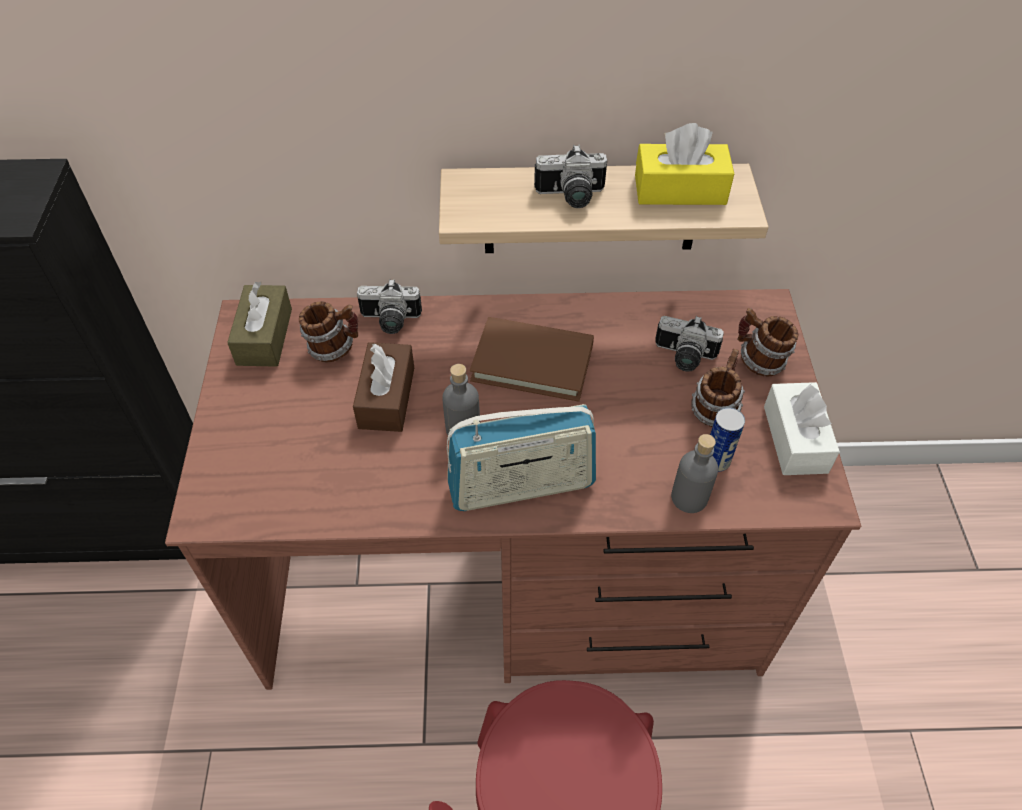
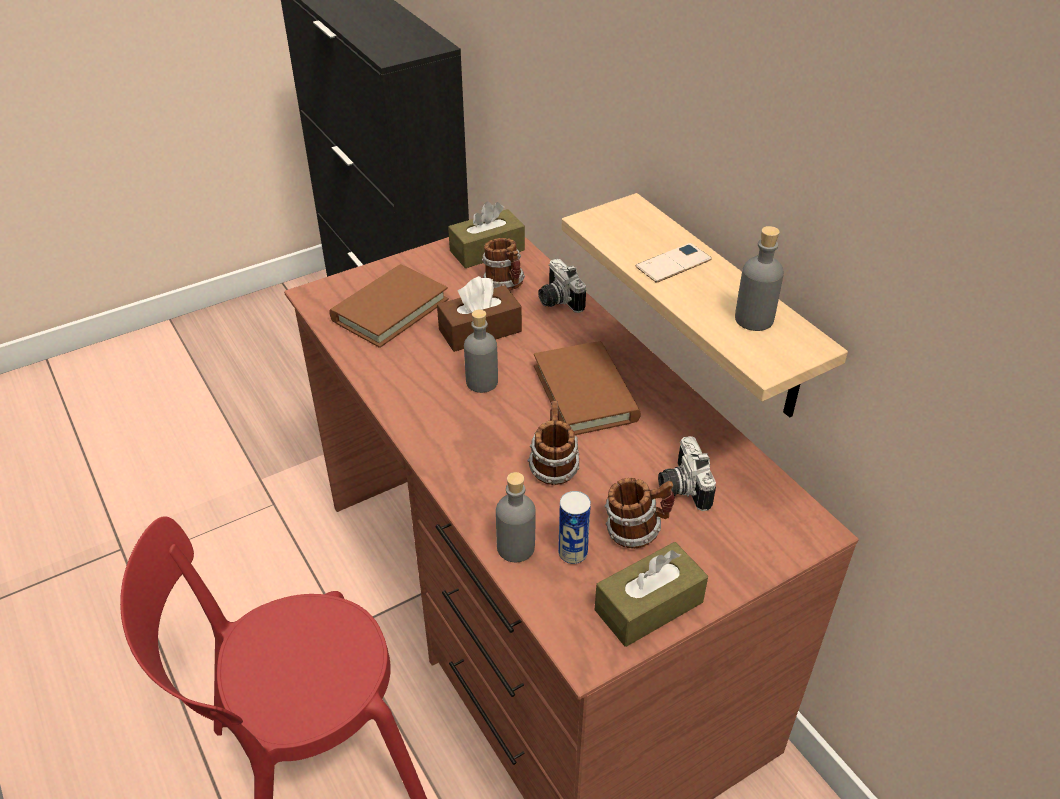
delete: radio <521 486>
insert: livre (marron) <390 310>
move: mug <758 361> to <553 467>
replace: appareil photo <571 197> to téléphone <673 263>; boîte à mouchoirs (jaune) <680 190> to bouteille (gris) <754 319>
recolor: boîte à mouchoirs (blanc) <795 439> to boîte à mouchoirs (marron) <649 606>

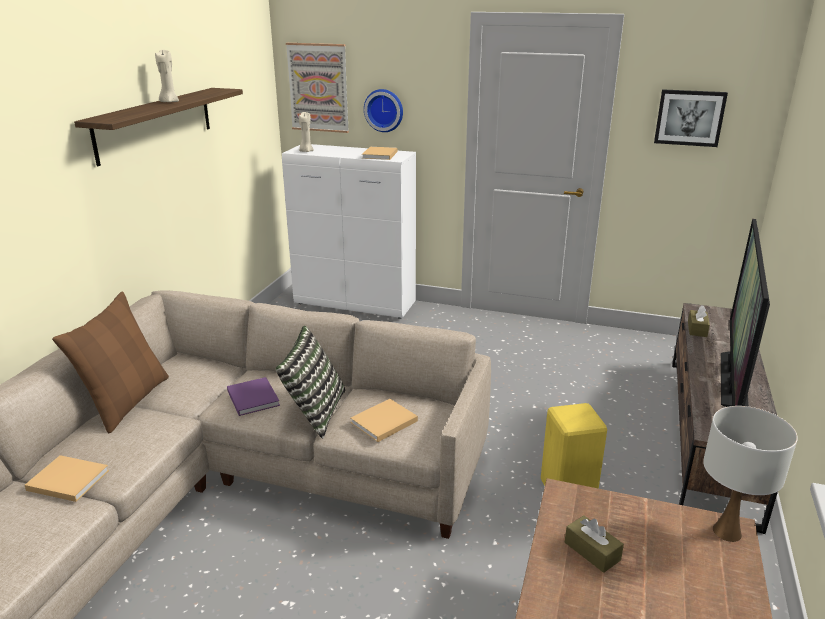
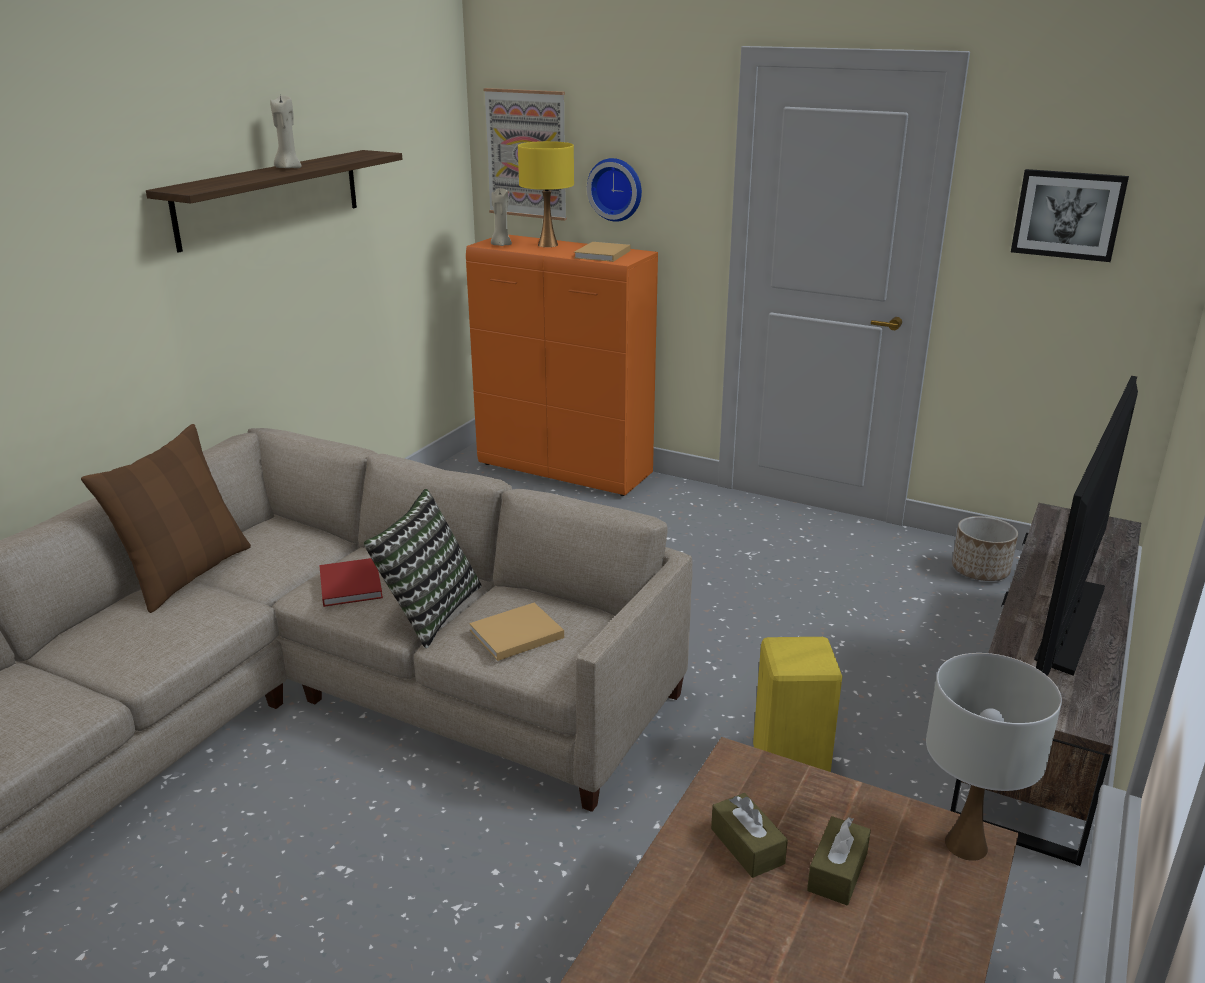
delete: livre (beige) <66 480>
insert: lampe de table (jaune) <547 245>; cache-pot <980 571>
move: boîte à mouchoirs (marron) <697 329> to <837 872>
recolor: livre (violet) <252 397> to livre (rouge) <350 583>; meuble de rangement (blanc) <356 304> to meuble de rangement (orange) <566 470>

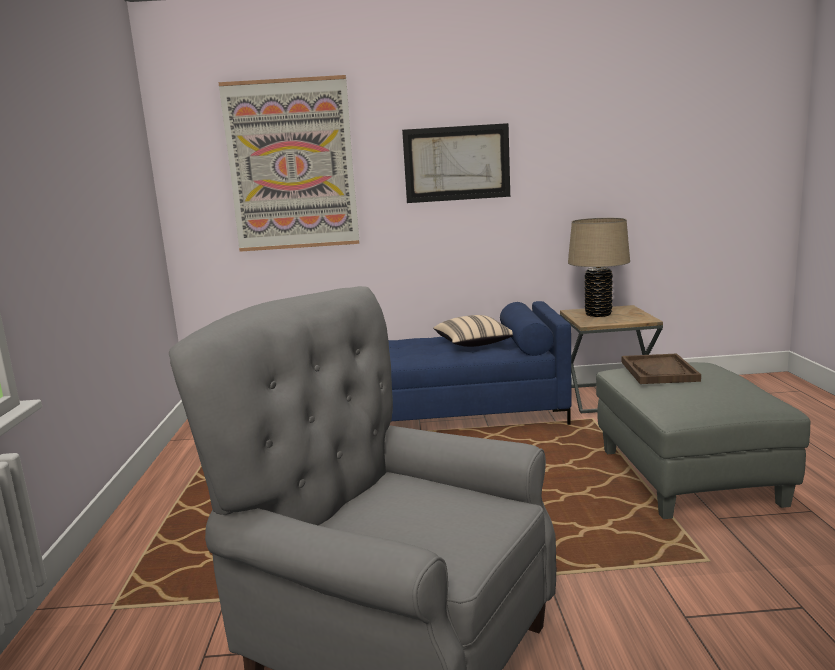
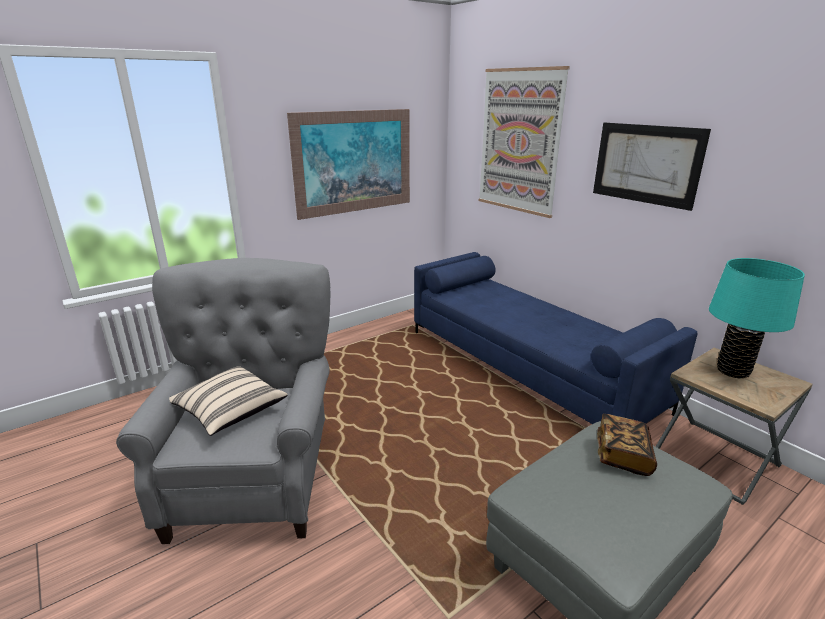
insert: tableau <354 162>
move: coussin (beige) <474 344> to <230 412>
replace: plateau (marron) <659 371> to livre <623 455>
recolor: lampe de table (beige) <598 314> to lampe de table (turquoise) <733 371>

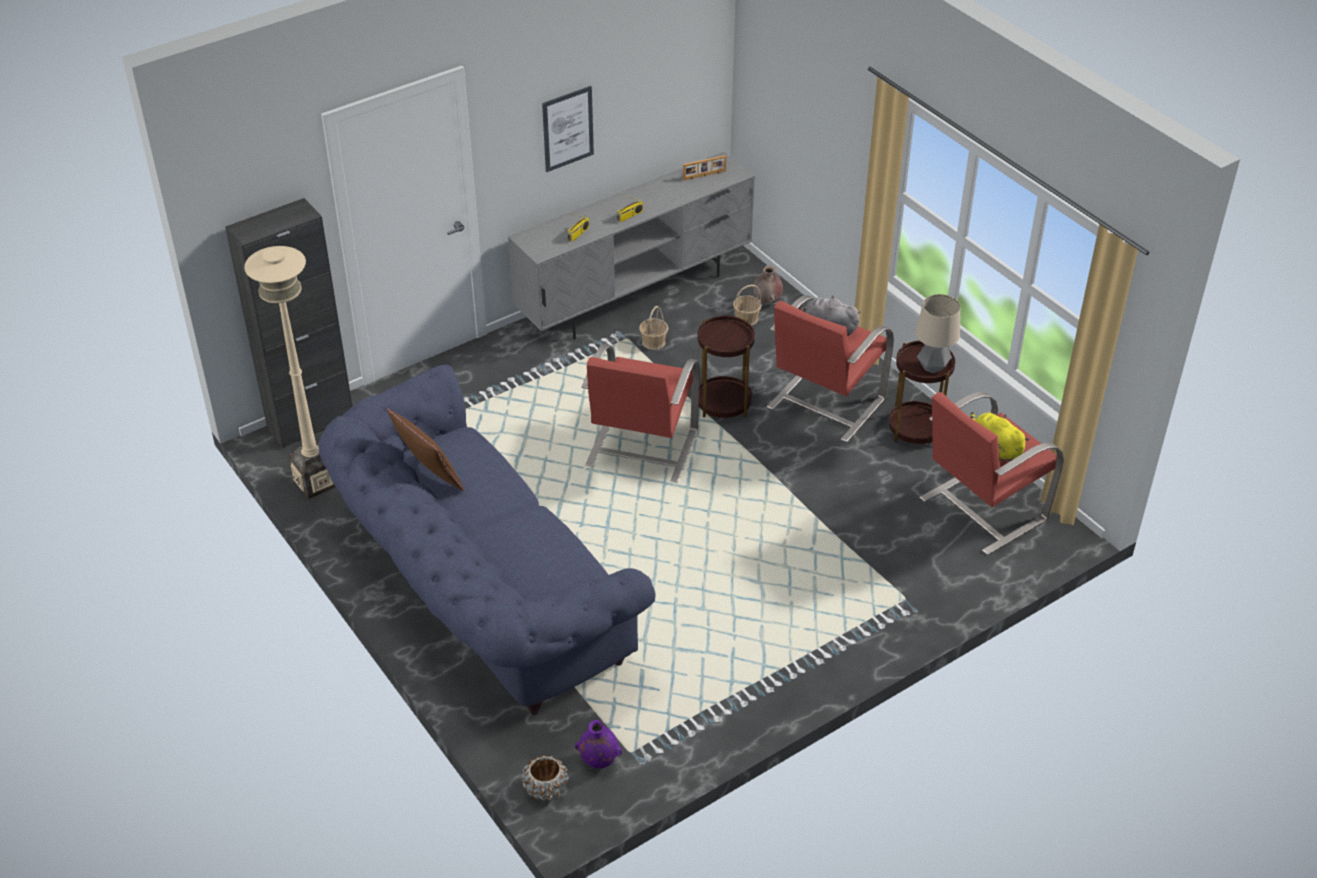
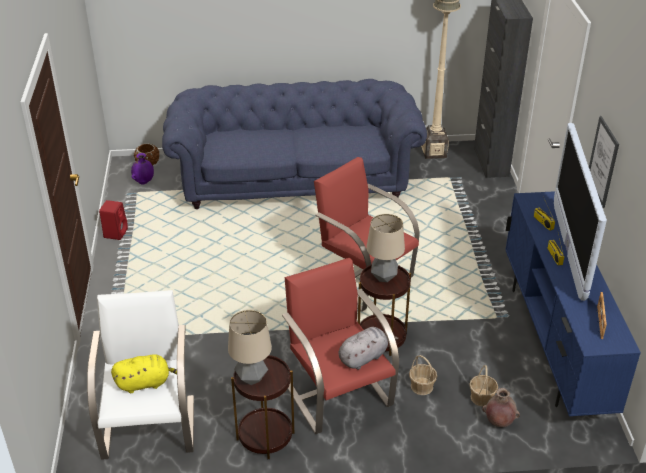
delete: coussin (marron) <429 478>
insert: enceinte (rouge) <116 232>; lampe de table <384 277>; téléviseur <568 250>
move: panier <653 342> to <422 386>
recolor: meuble télé (gris) <636 295> to meuble télé (bleu) <554 344>; fauteuil (rouge) <981 509> to fauteuil (blanc) <149 426>

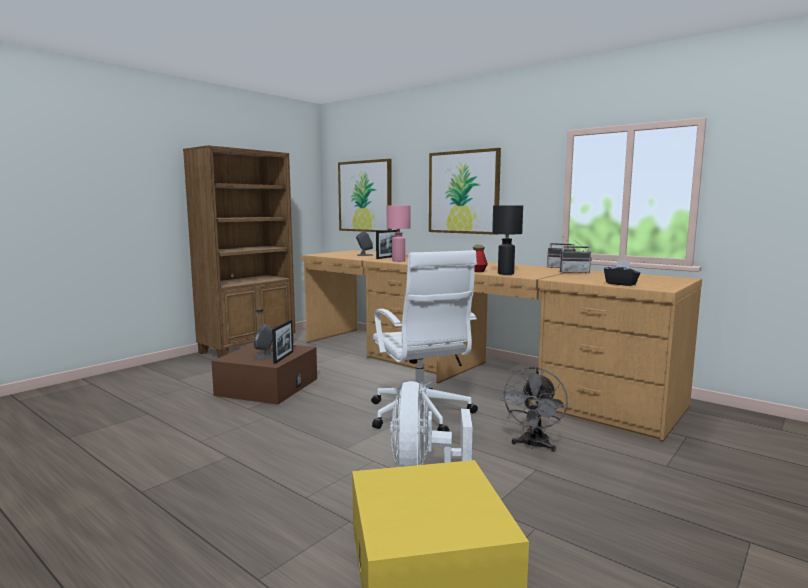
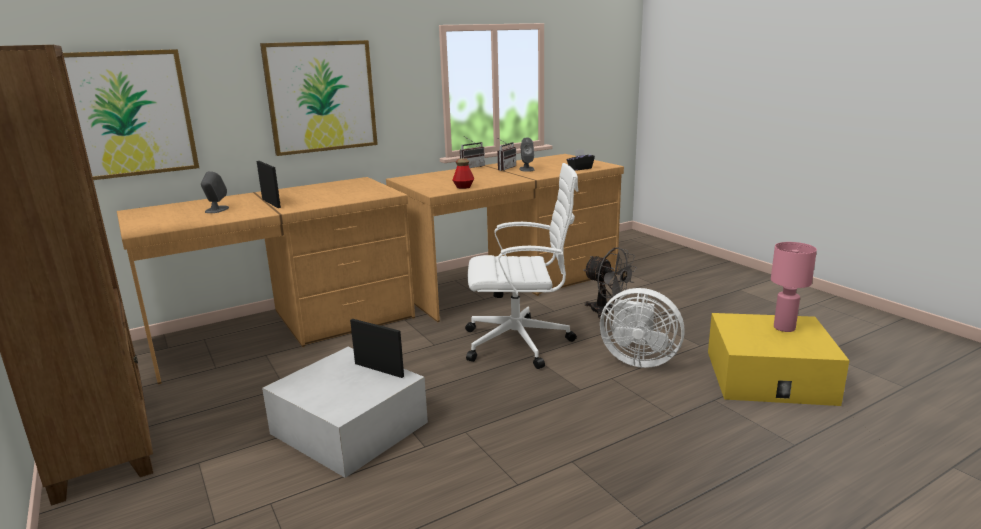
delete: lampe de table (noir) <505 274>
move: enceinte (gris) <265 355> to <526 169>; lampe de table (rose) <398 261> to <783 328>
recolor: boîte de rangement (marron) <267 387> to boîte de rangement (blanc) <349 428>

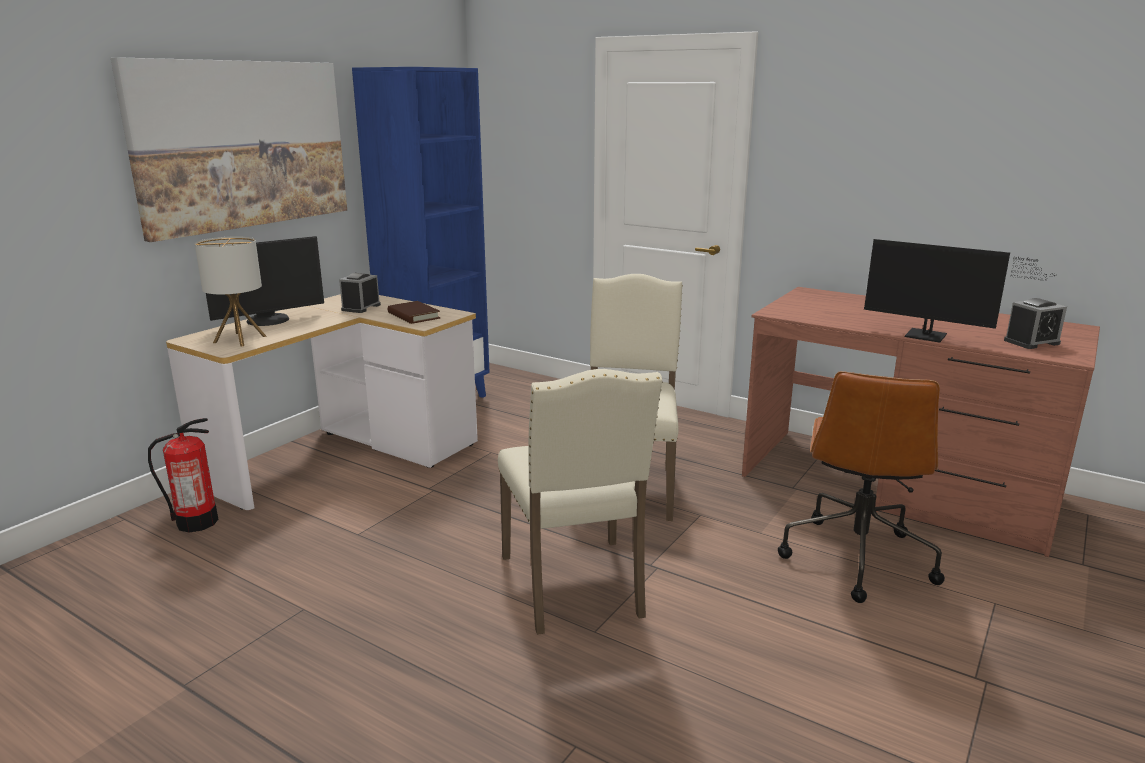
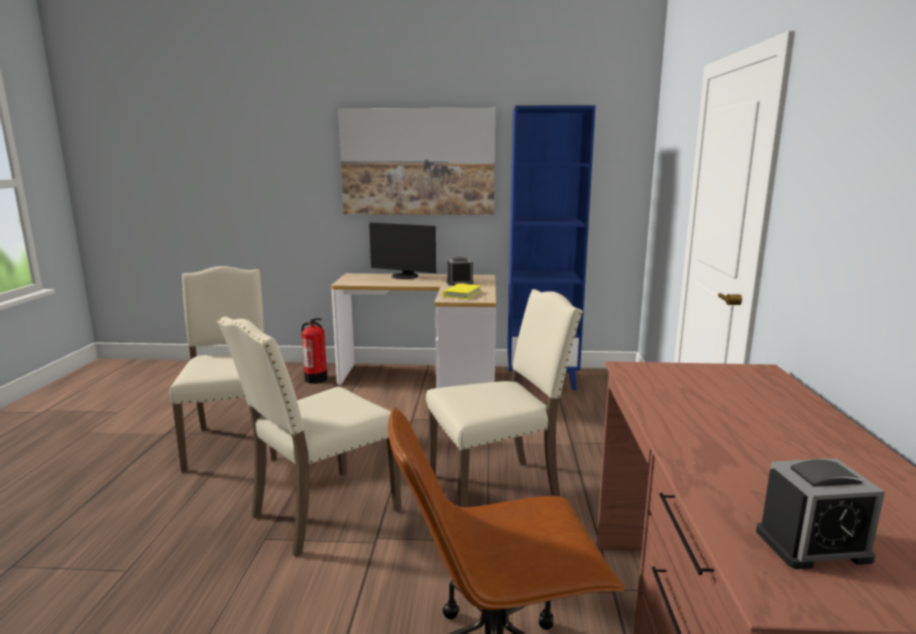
delete: lampe de table <239 339>; écran d'ordinateur <932 337>
insert: chaise (beige) <234 442>
recolor: livre (marron) <413 316> to livre (jaune) <462 294>
rotate: réveil <1031 342> = <812 545> 45 degrees counterclockwise

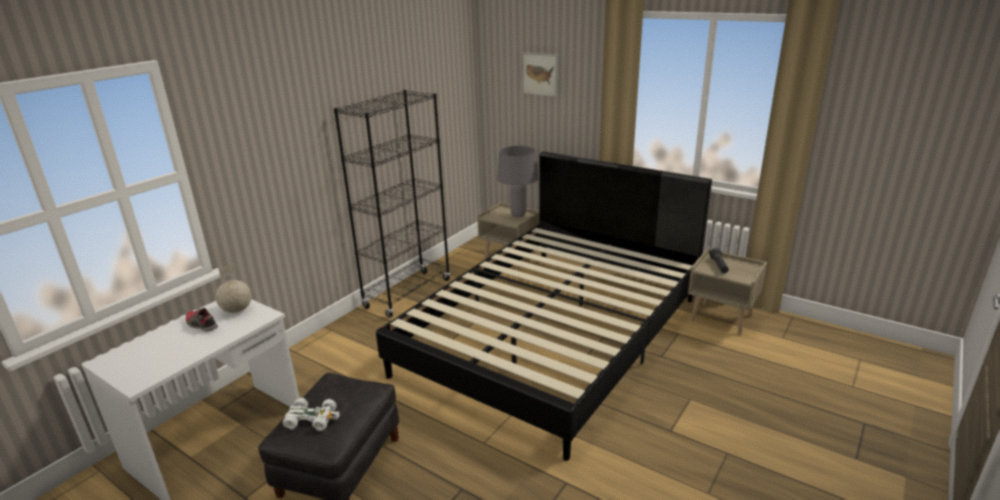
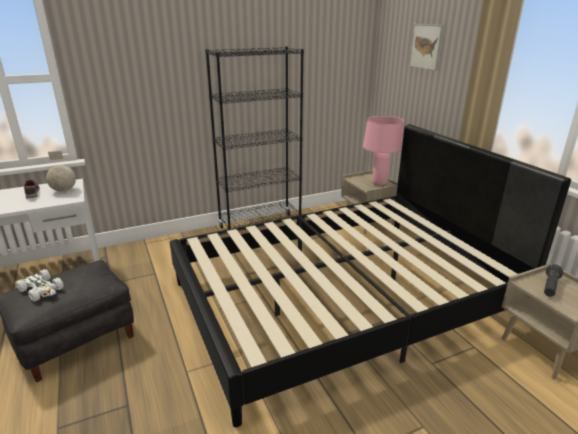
recolor: lampe de table (gris) <518 215> to lampe de table (rose) <379 183>

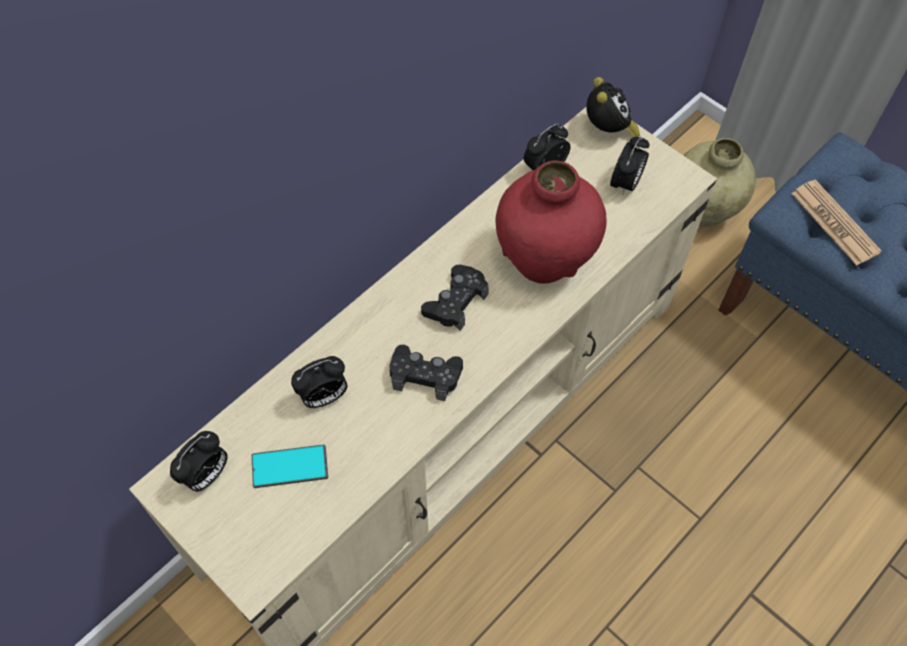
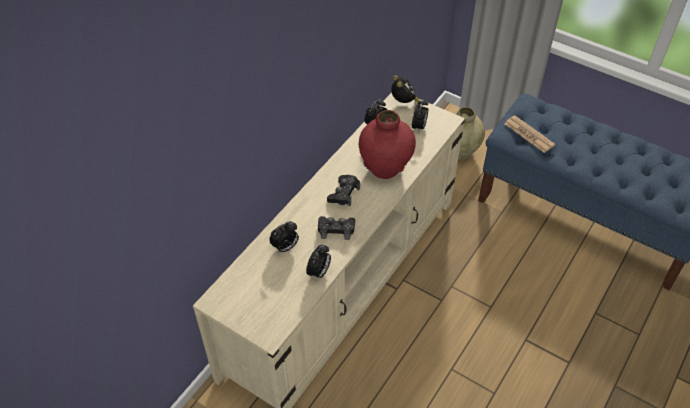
delete: téléphone <290 466>
move: réveil <206 475> to <319 273>

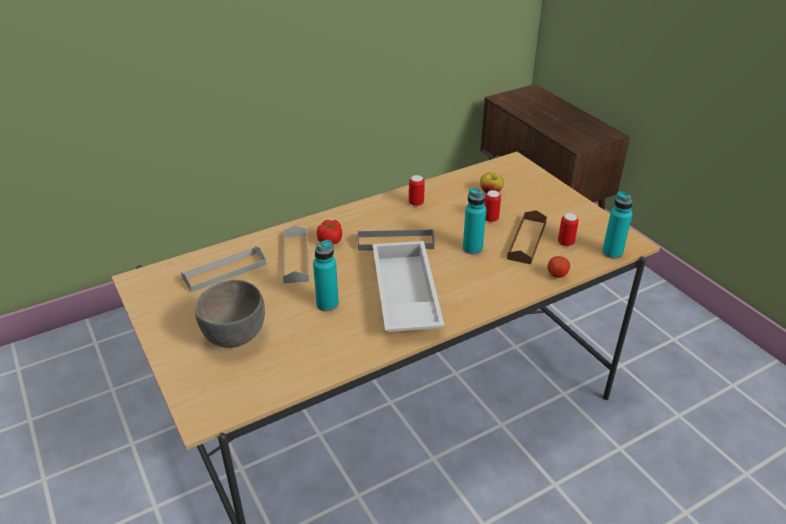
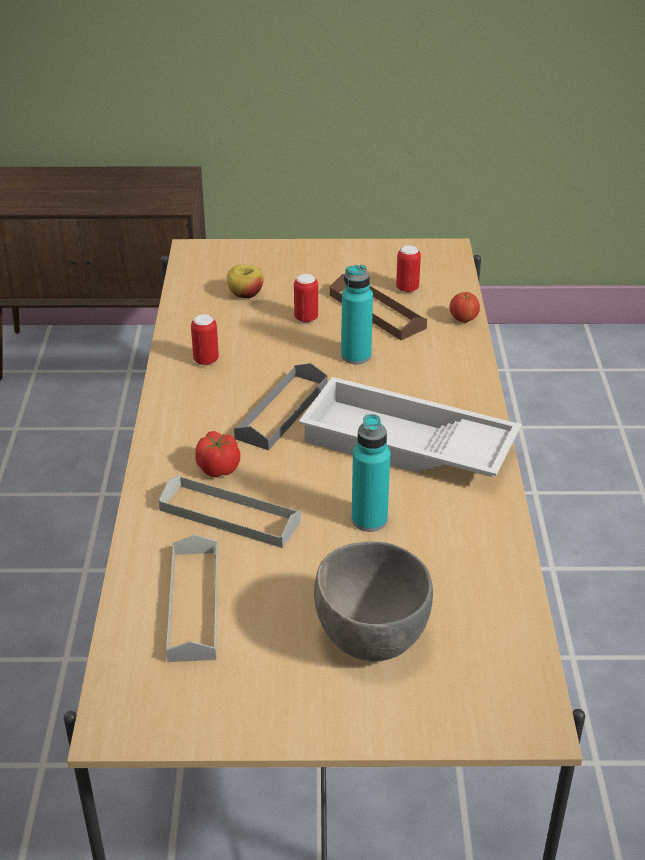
delete: bouteille (turquoise) <612 252>

